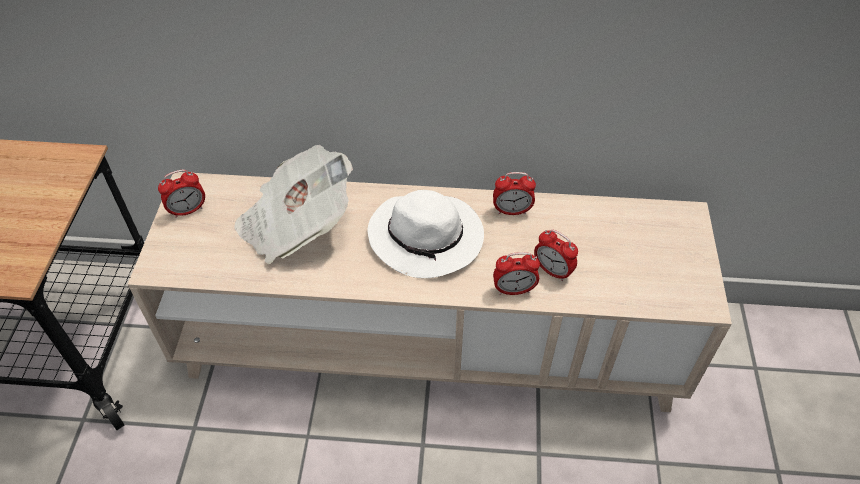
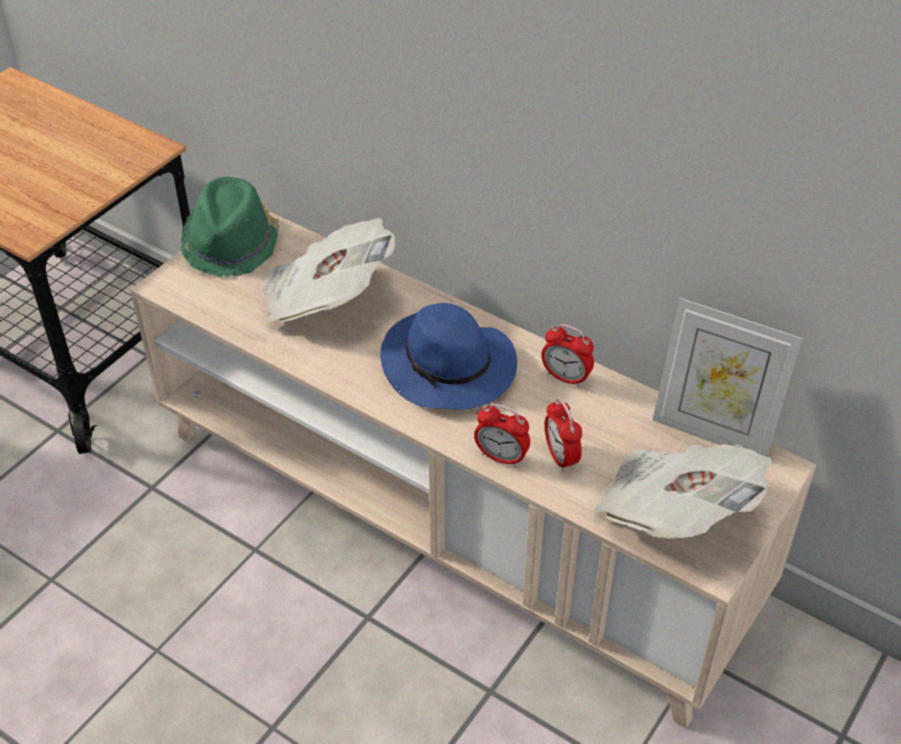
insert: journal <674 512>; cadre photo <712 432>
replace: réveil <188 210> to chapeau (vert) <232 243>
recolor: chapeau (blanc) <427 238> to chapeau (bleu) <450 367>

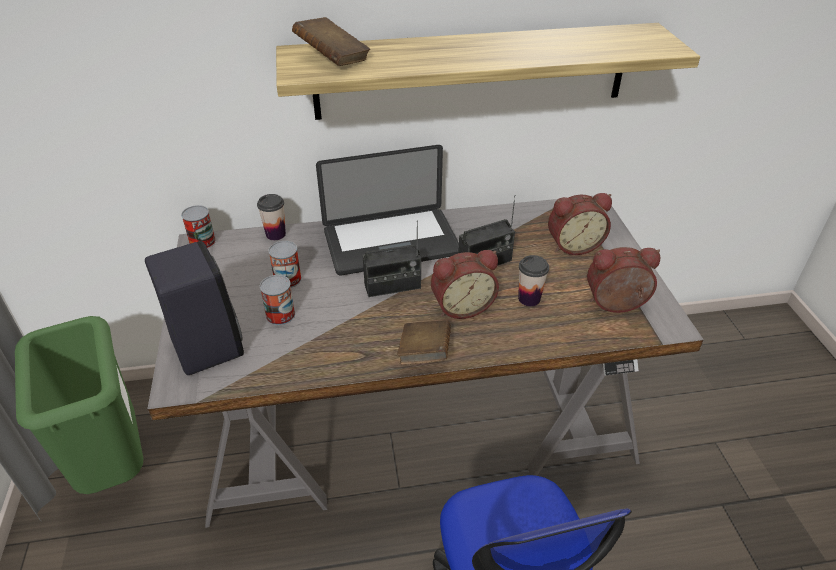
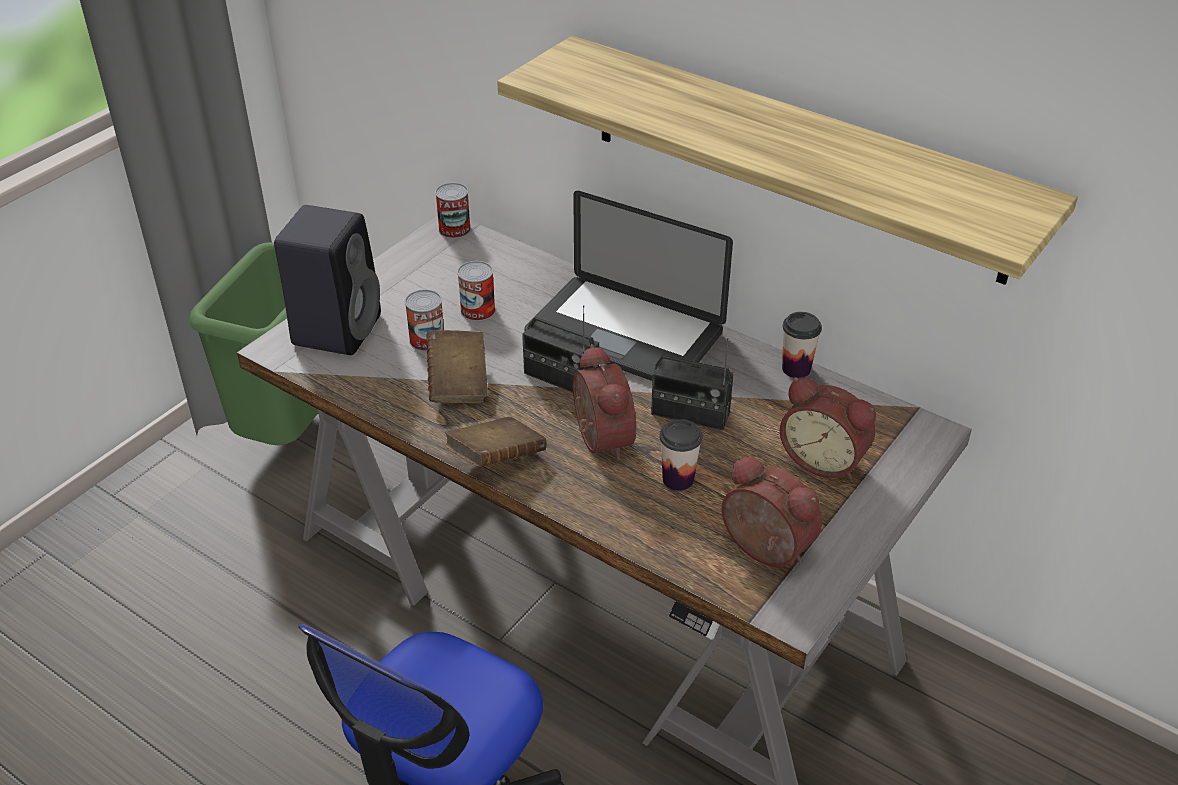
move: tasse <275 234> to <796 369>; livre (marron) <332 59> to <458 383>
rotate: réveil <461 306> = <598 440> 135 degrees counterclockwise

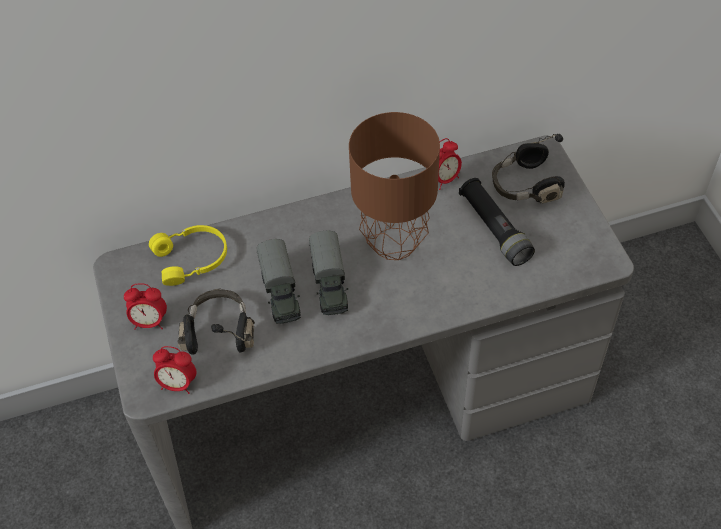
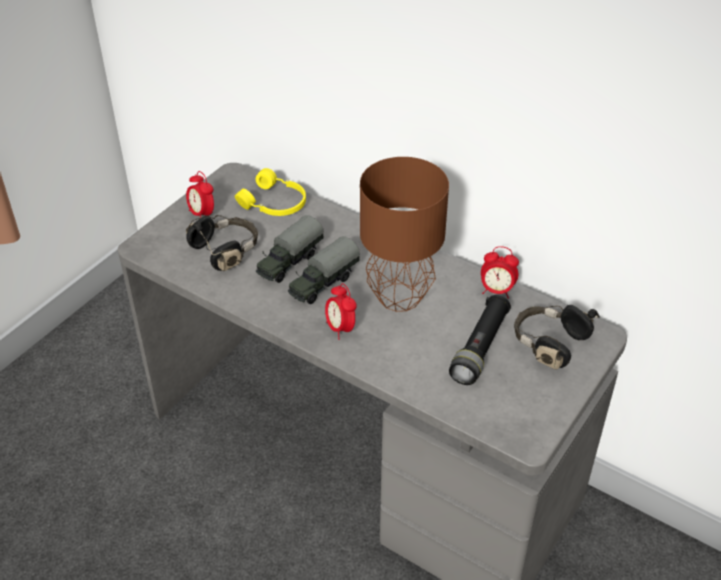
move: réveil <178 384> to <340 328>

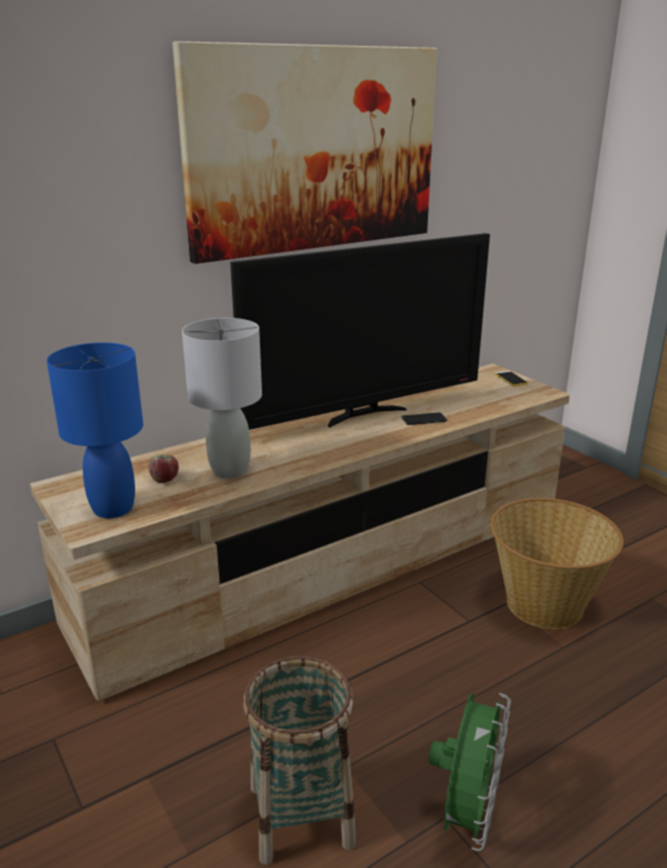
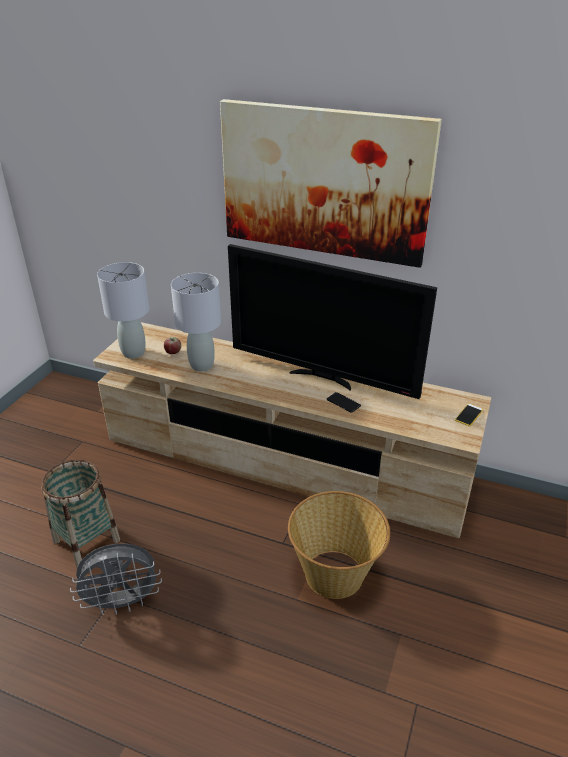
recolor: lampe de table (bleu) <113 509> to lampe de table (gris) <133 353>; ventilateur (vert) <467 814> to ventilateur (gris) <123 602>

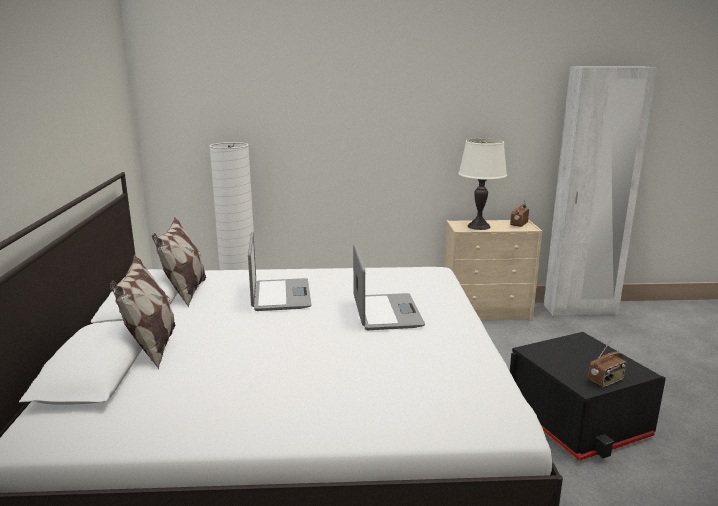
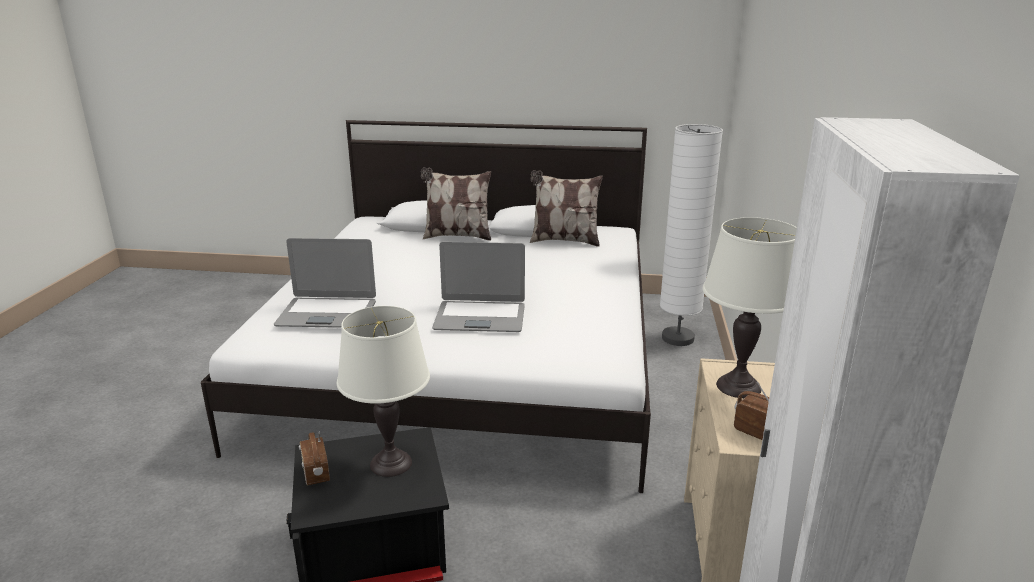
insert: lampe de table (blanc) <391 463>
move: ordinateur portable <280 295> to <327 314>

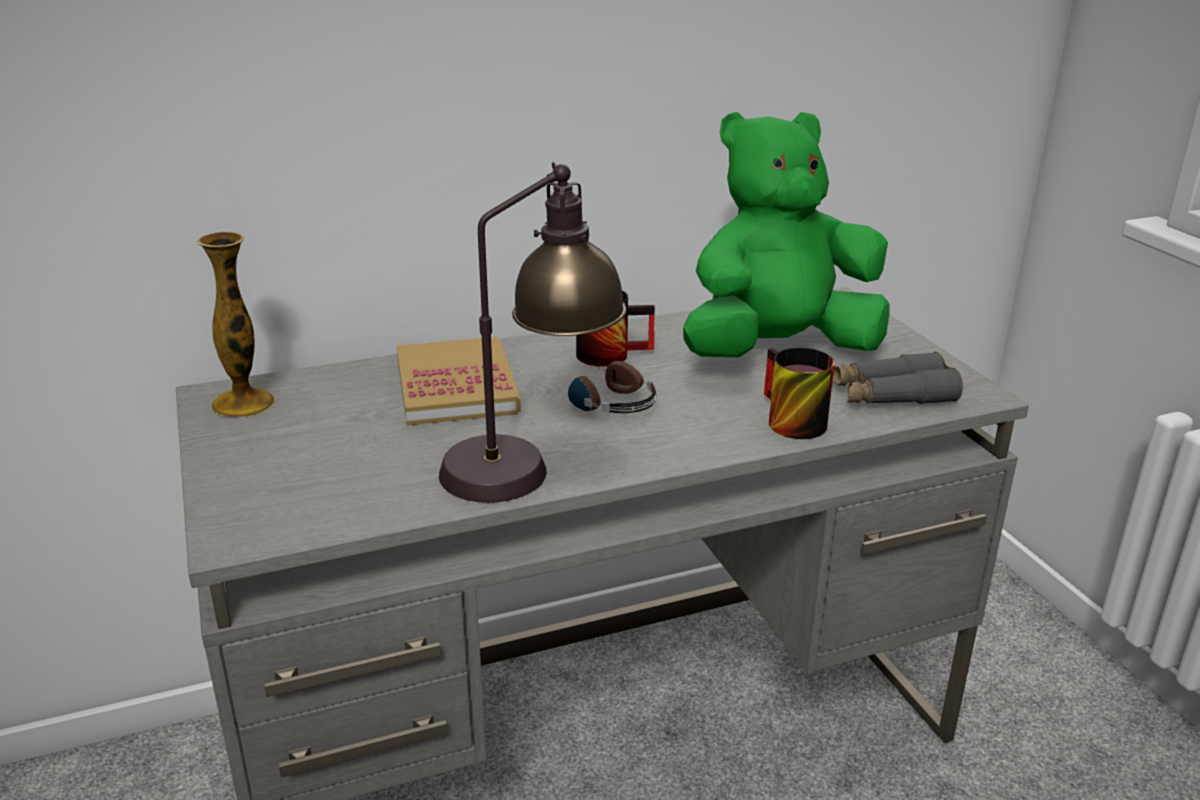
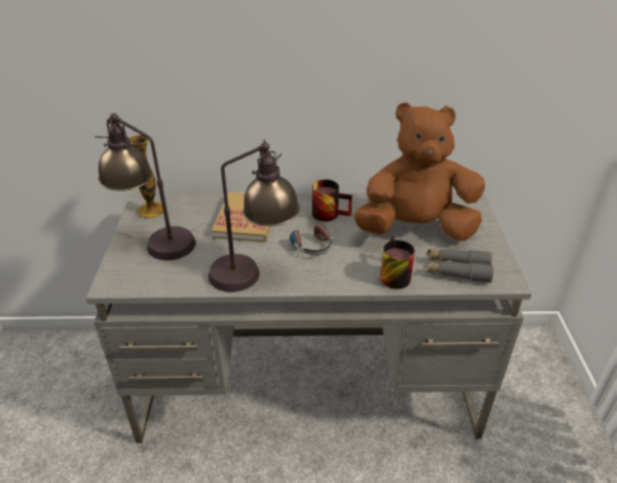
insert: lampe de table <155 241>
recolor: peluche (vert) <778 351> to peluche (marron) <416 229>

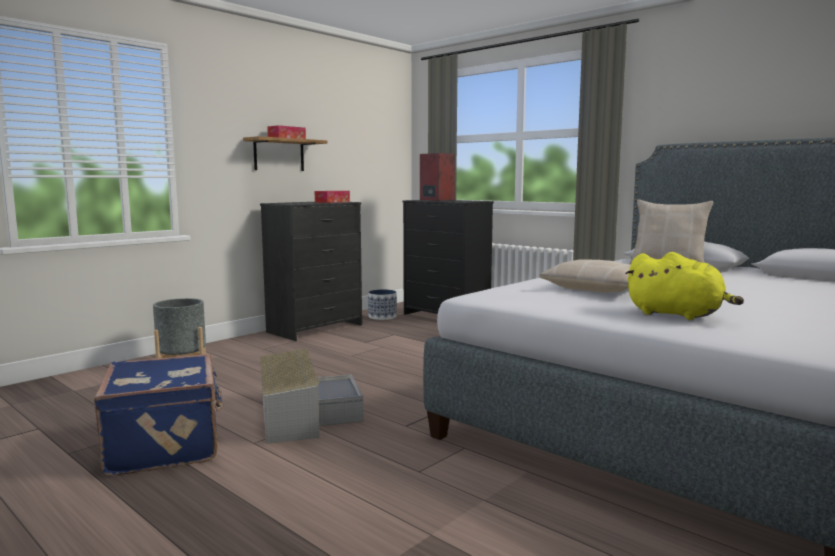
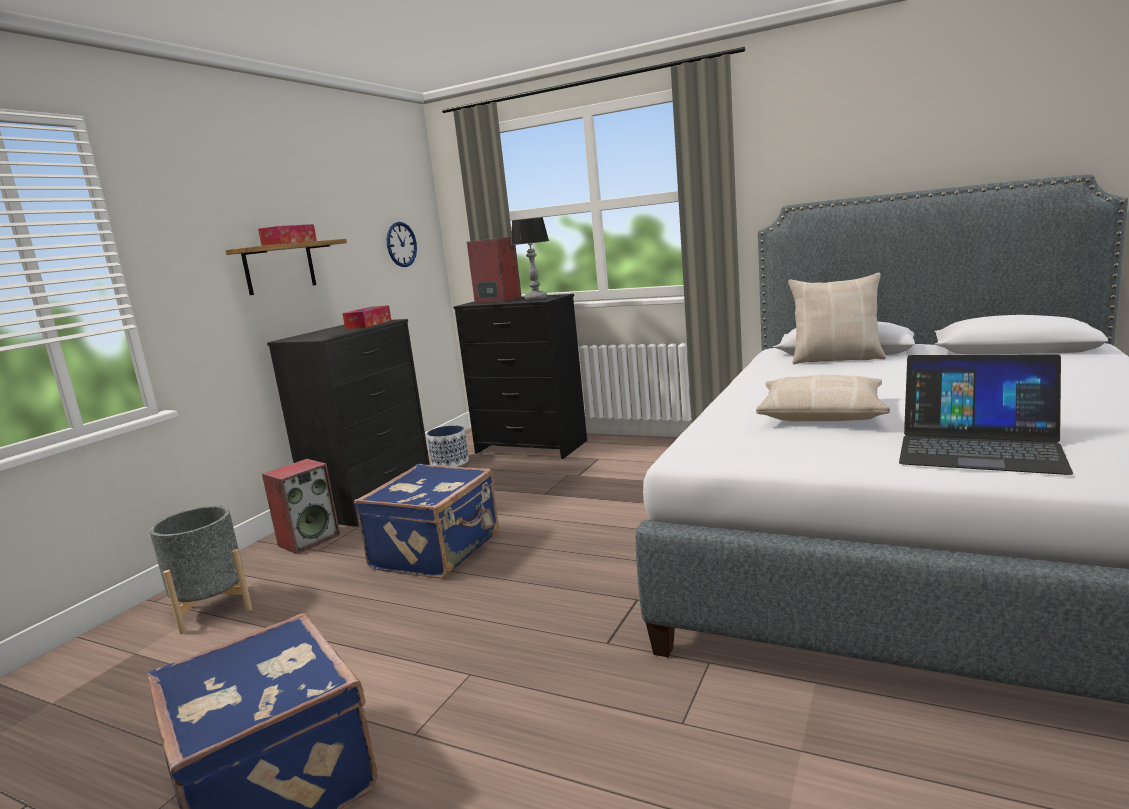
delete: boîte de rangement (gris) <303 414>
insert: enceinte <309 540>; valise (bleu) <438 551>; horloge murale <401 244>; lampe de table <536 299>
replace: peluche (jaune) <678 315> to ordinateur portable <979 447>

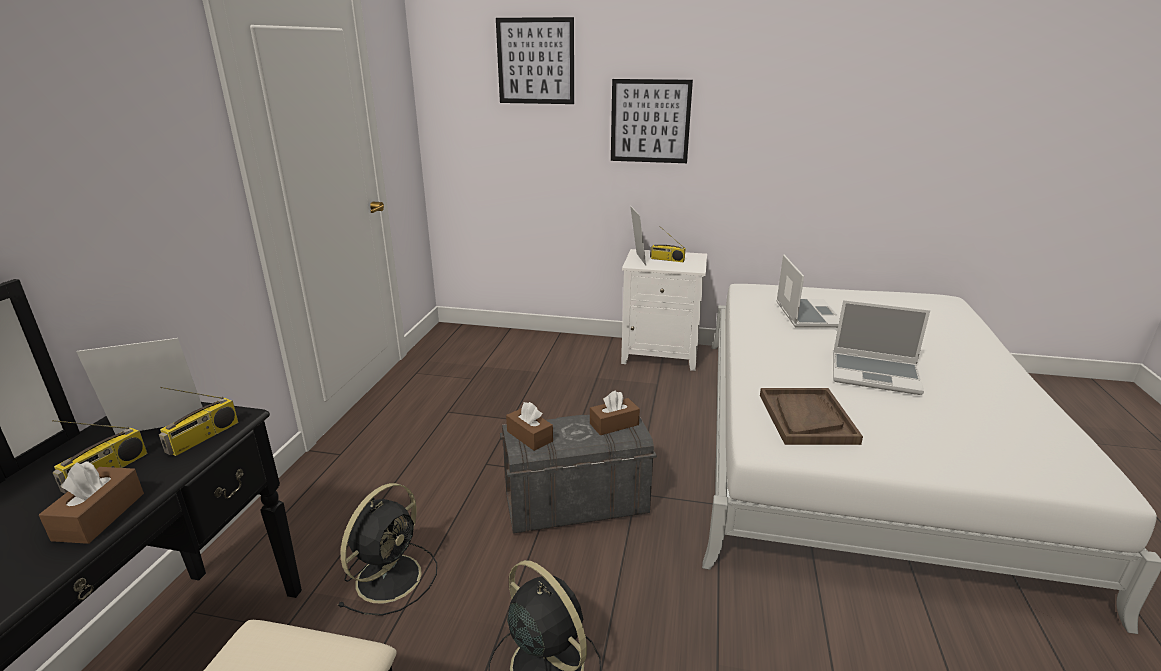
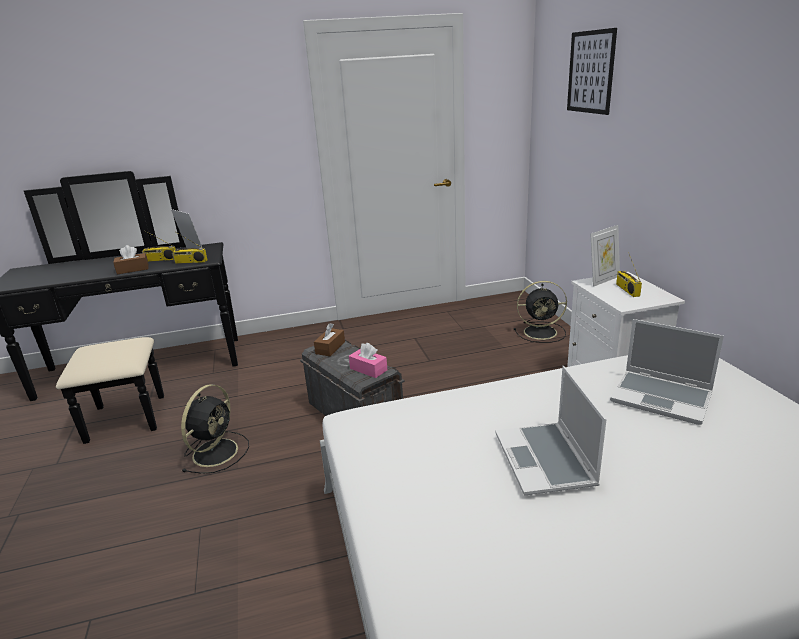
delete: tableau <650 121>; plateau (marron) <806 418>
move: ventilateur (noir) <391 576> to <541 332>
recolor: boîte à mouchoirs (marron) <614 424> to boîte à mouchoirs (rose) <368 369>
rotate: ordinateur portable <807 314> = <662 398> 60 degrees clockwise

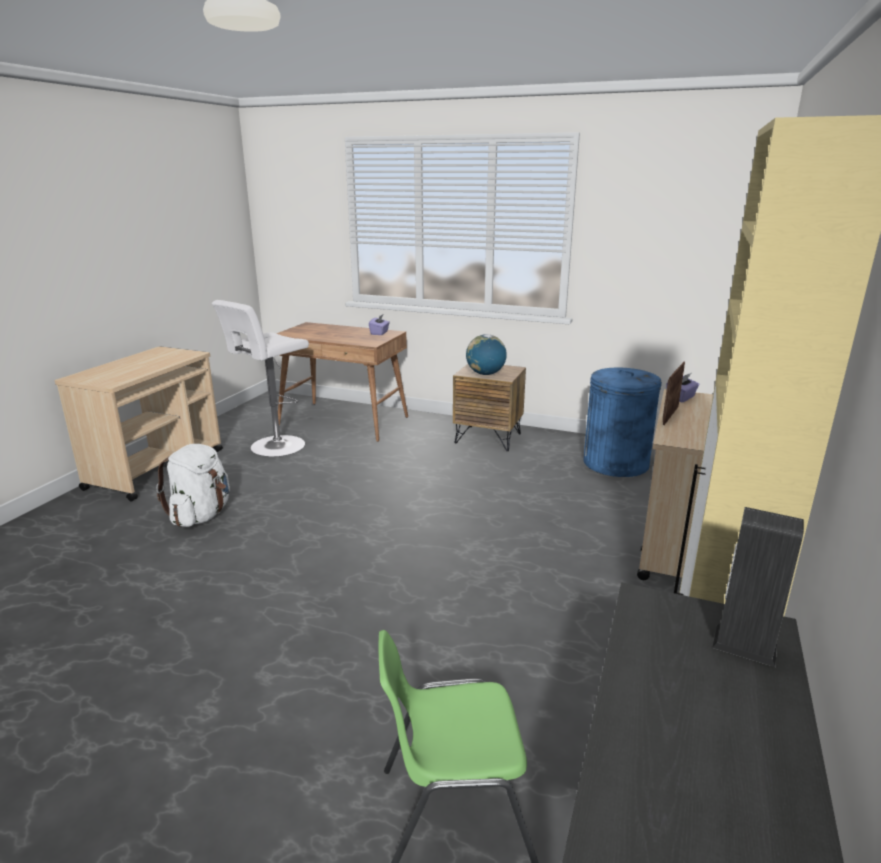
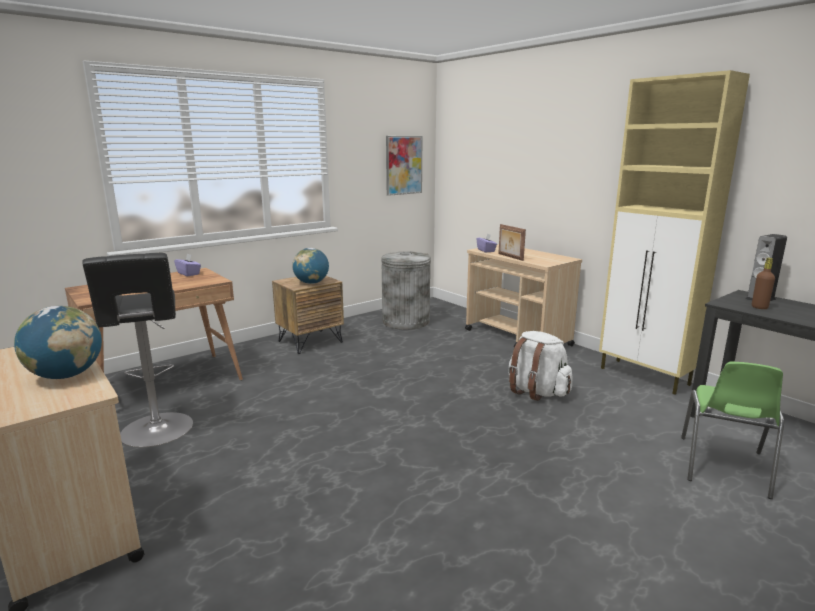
insert: globe <66 375>; tableau <403 165>; bouteille (marron) <759 307>
move: sac à dos (blanc) <201 515> to <536 392>
recolor: tabouret (blanc) <274 447> to tabouret (noir) <157 431>; poubelle (bleu) <616 463> to poubelle (gris) <406 321>

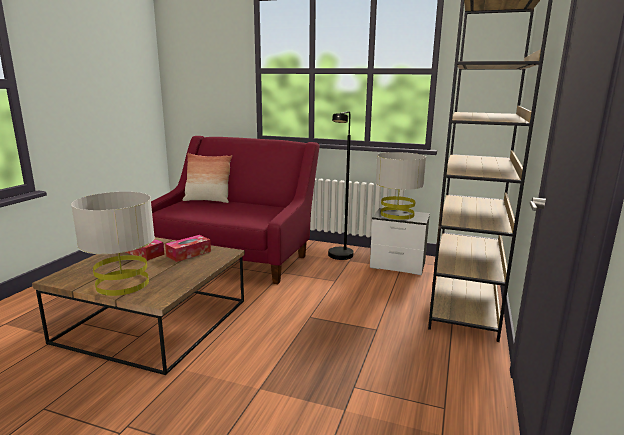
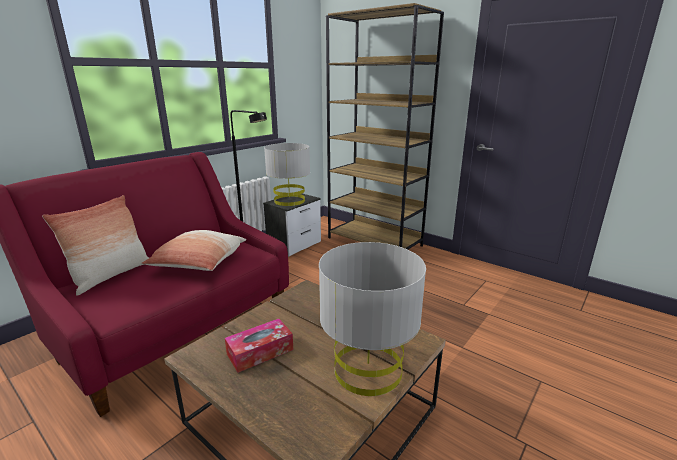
delete: boîte à mouchoirs <189 253>
insert: coussin <199 263>

